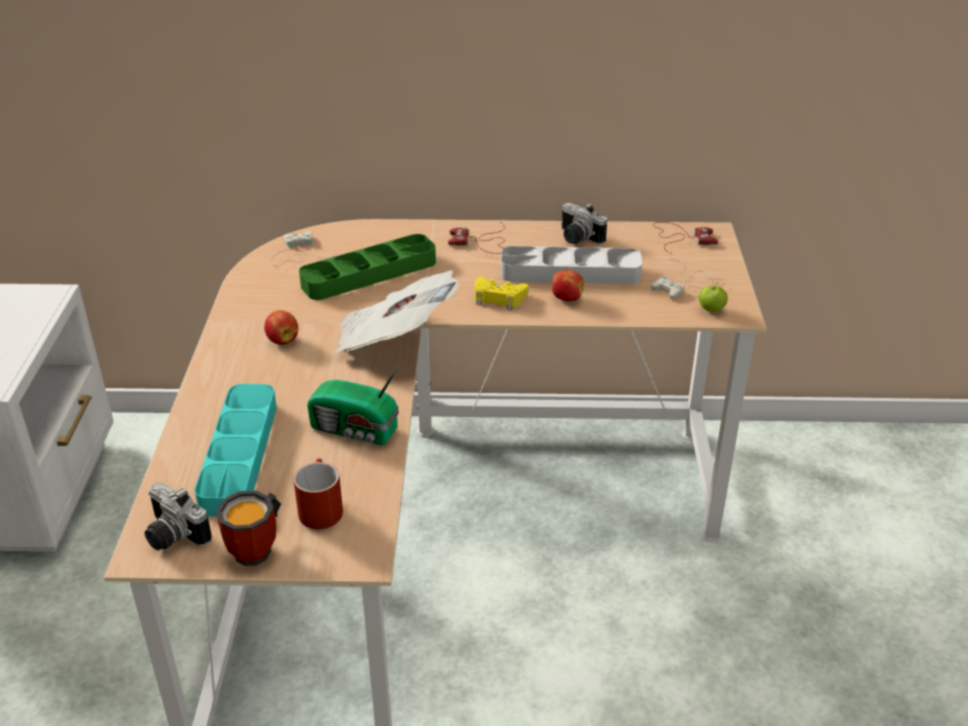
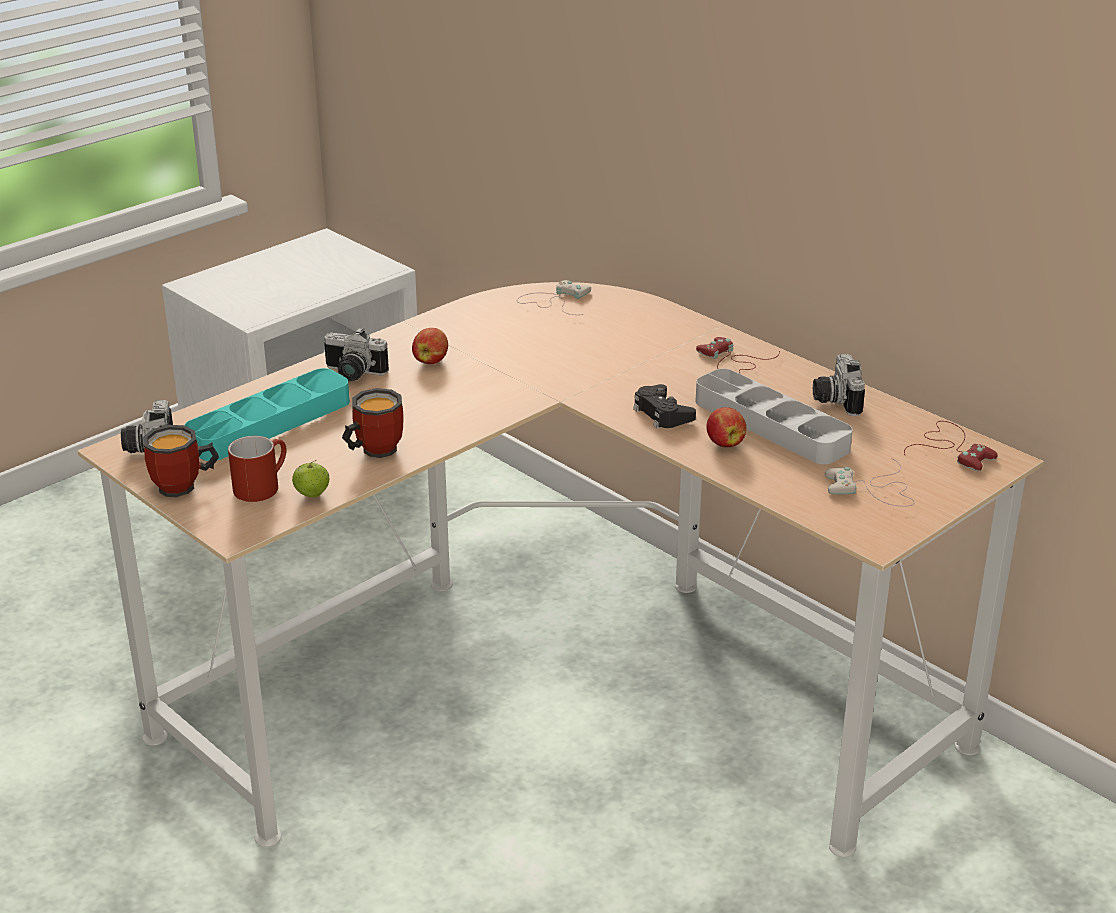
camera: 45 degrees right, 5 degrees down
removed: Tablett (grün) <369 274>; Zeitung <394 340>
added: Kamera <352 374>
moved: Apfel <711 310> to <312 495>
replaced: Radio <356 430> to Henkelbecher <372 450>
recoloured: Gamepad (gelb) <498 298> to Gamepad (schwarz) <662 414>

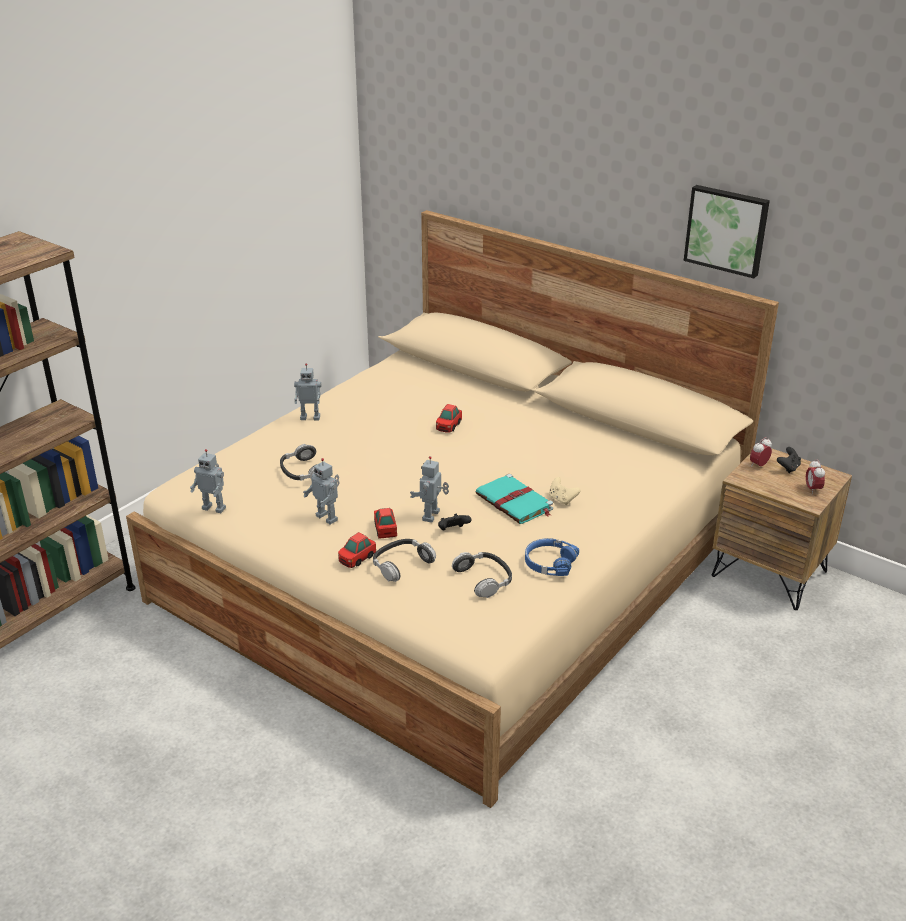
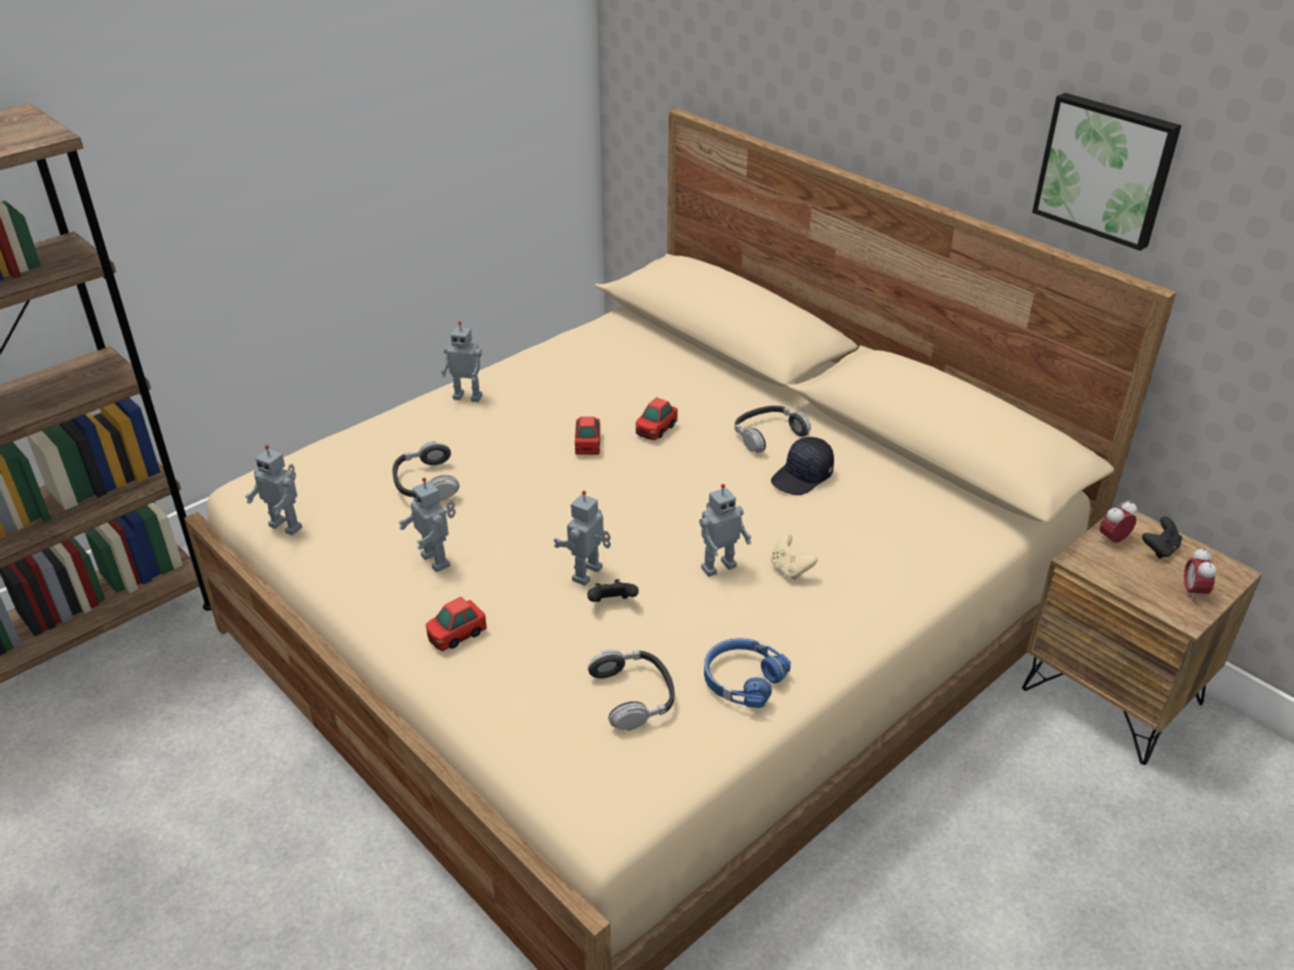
camera: 10 degrees right, 5 degrees up
added: Kappe (schwarz) <802 477>
moved: Spielzeugauto <385 529> to <588 443>; Kopfhörer <401 564> to <768 435>
replaced: Buch (türkis) <515 502> to Spielzeugroboter <717 566>

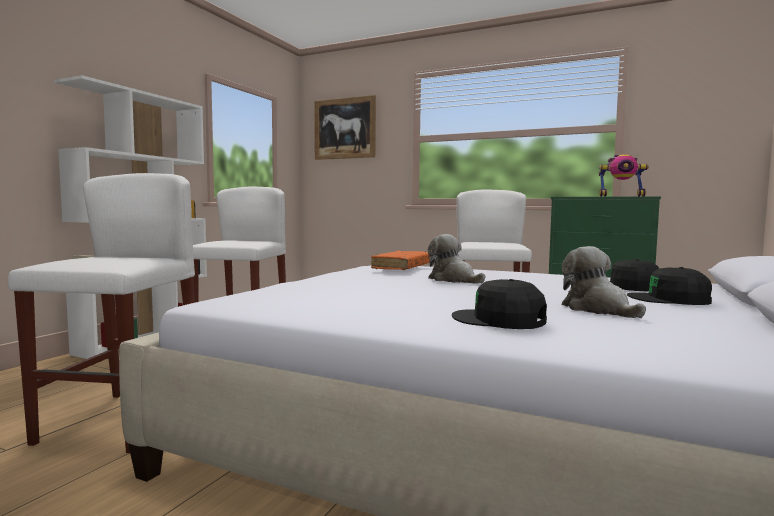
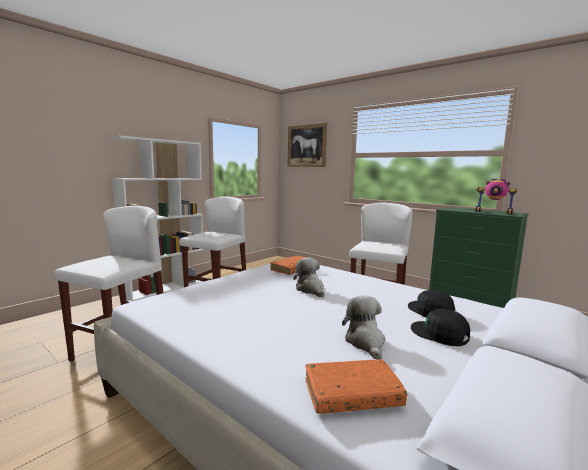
camera: 15 degrees right, 5 degrees up
removed: Kappe (schwarz) <499 320>
added: Buch (orange) <352 395>

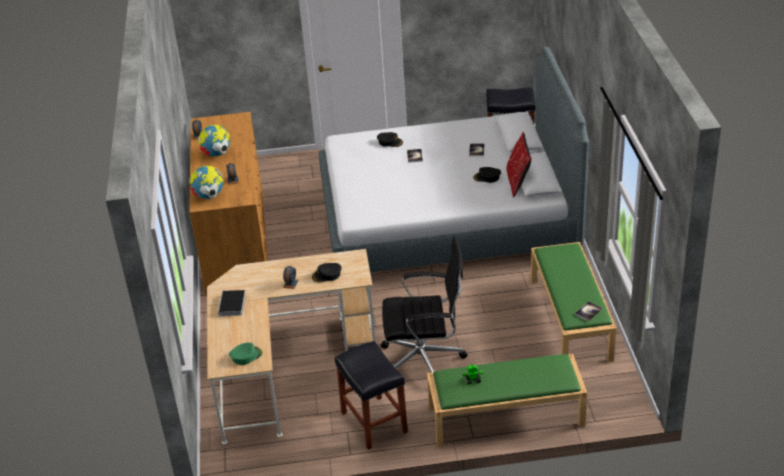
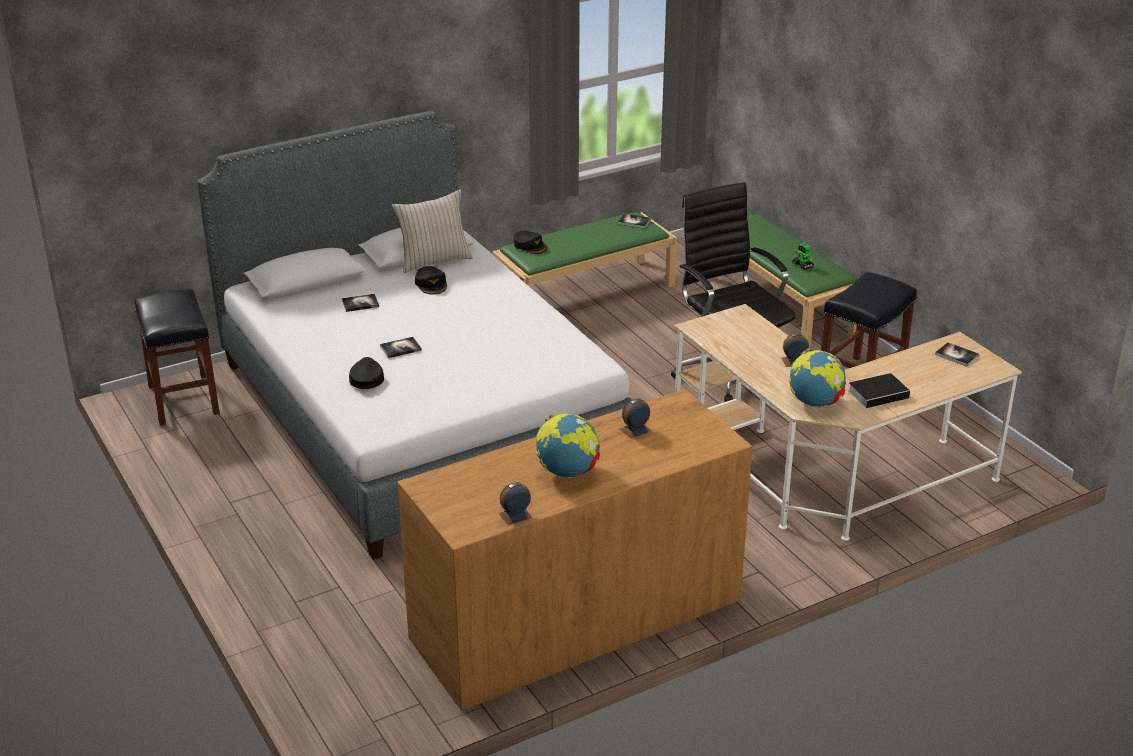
camera: 115 degrees left, 5 degrees down
moved: Globus <209 196> to <815 403>; Kappe (schwarz) <327 275> to <530 246>
replaced: Kappe (grün) <246 356> to Buch <957 355>
recoloured: Kissen (rot) <518 182> to Kissen (beige) <434 261>

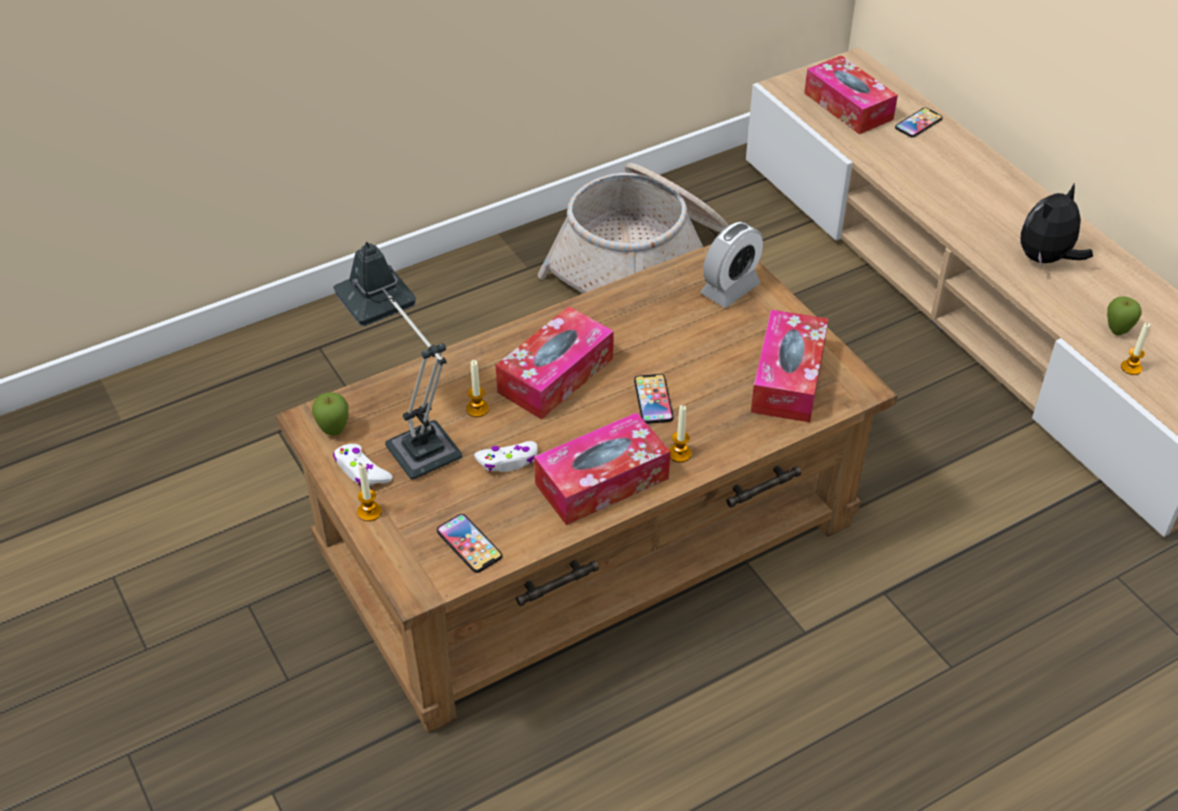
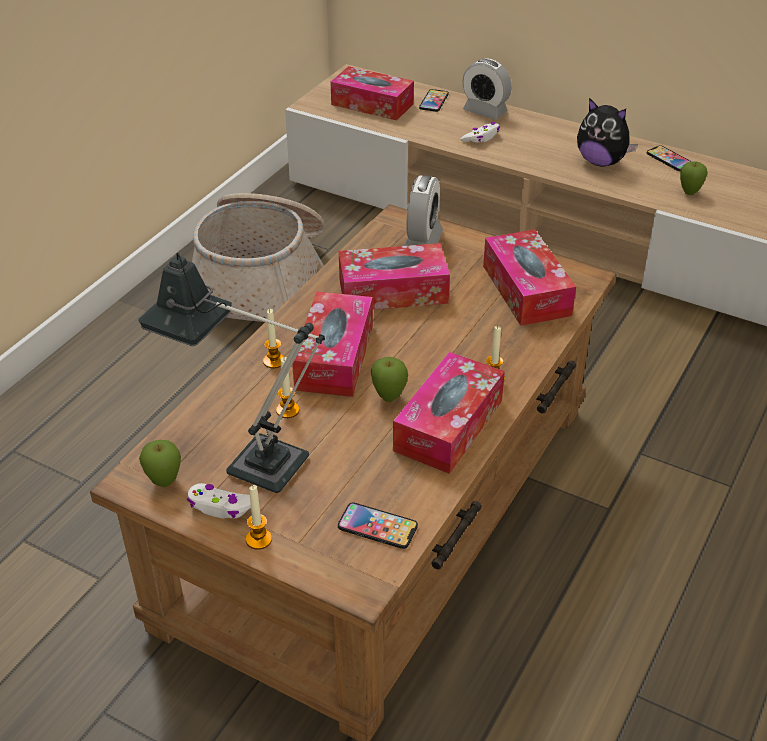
camera: 30 degrees left, 5 degrees down
added: Wecker <485 111>; Taschentuchbox <393 291>; Apfel <389 397>
moved: Kerze <1131 368> to <274 361>; Handy <653 400> to <669 159>; Gamepad (weiß) <508 461> to <481 137>
turned: Plüschtier <1046 259> = <601 162> 75 degrees counterclockwise

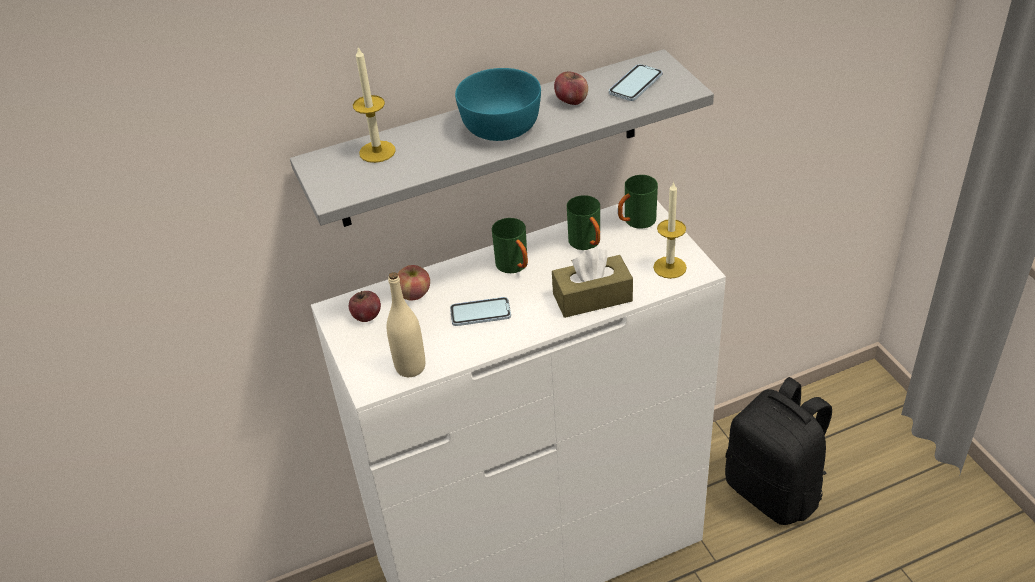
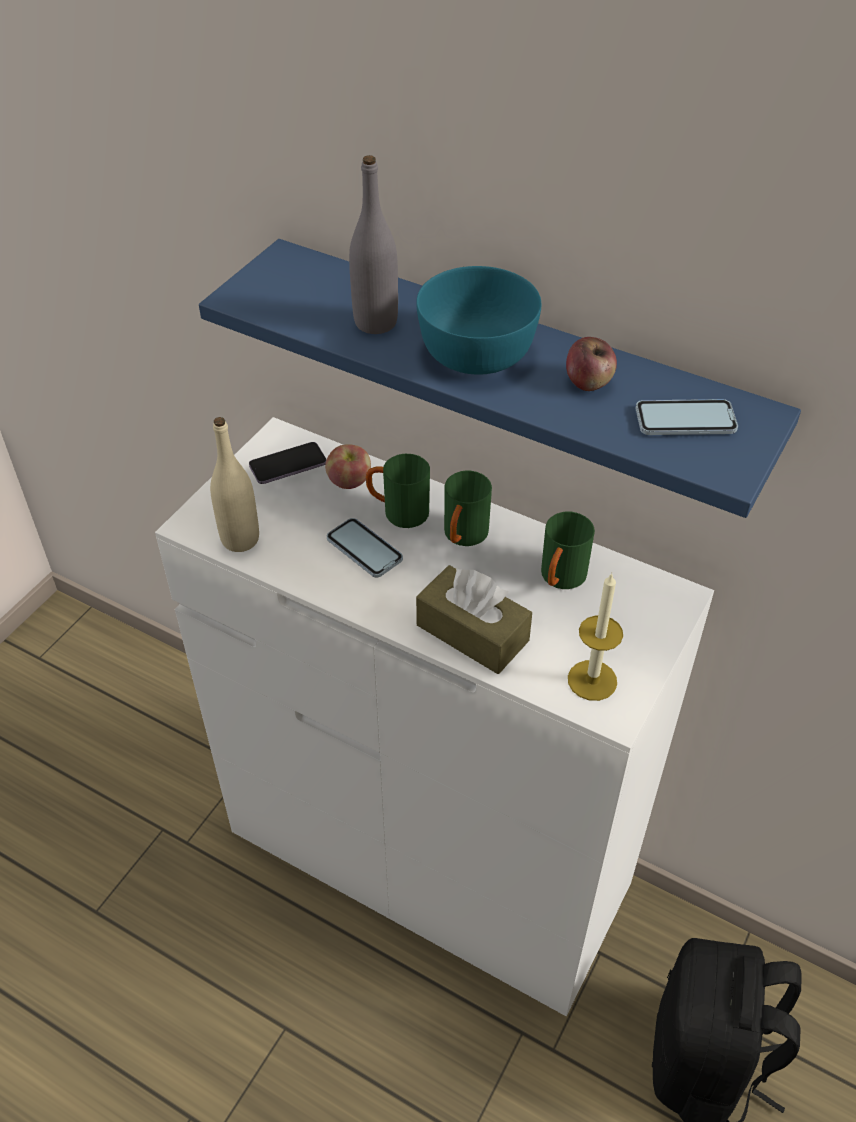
camera: 50 degrees right, 5 degrees up
removed: Kerze <377 151>
added: Flasche (grau) <375 322>
moved: Henkelbecher (grün) <635 222> to <398 512>
replaced: Apfel <366 316> to Handy <288 465>
recoloured: Wandregal (grau) <489 140> to Wandregal (blau) <513 371>

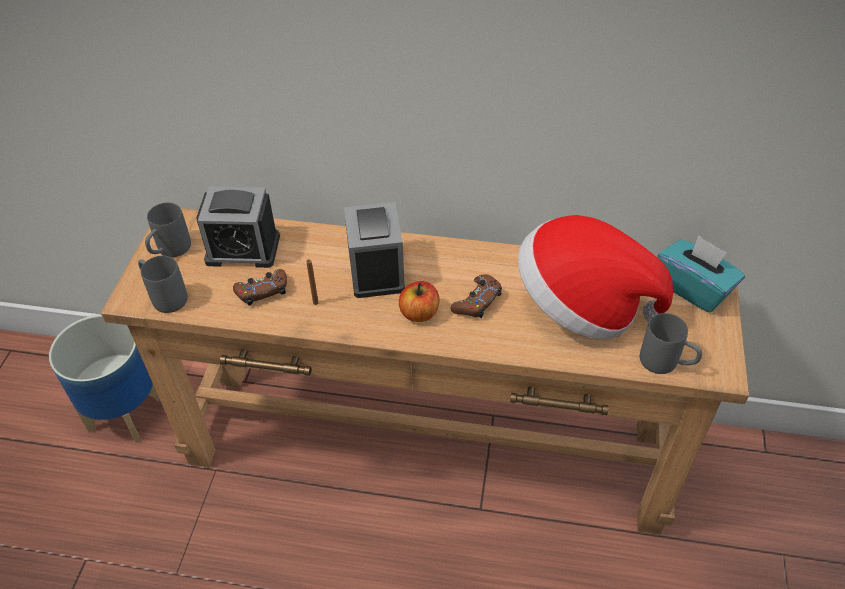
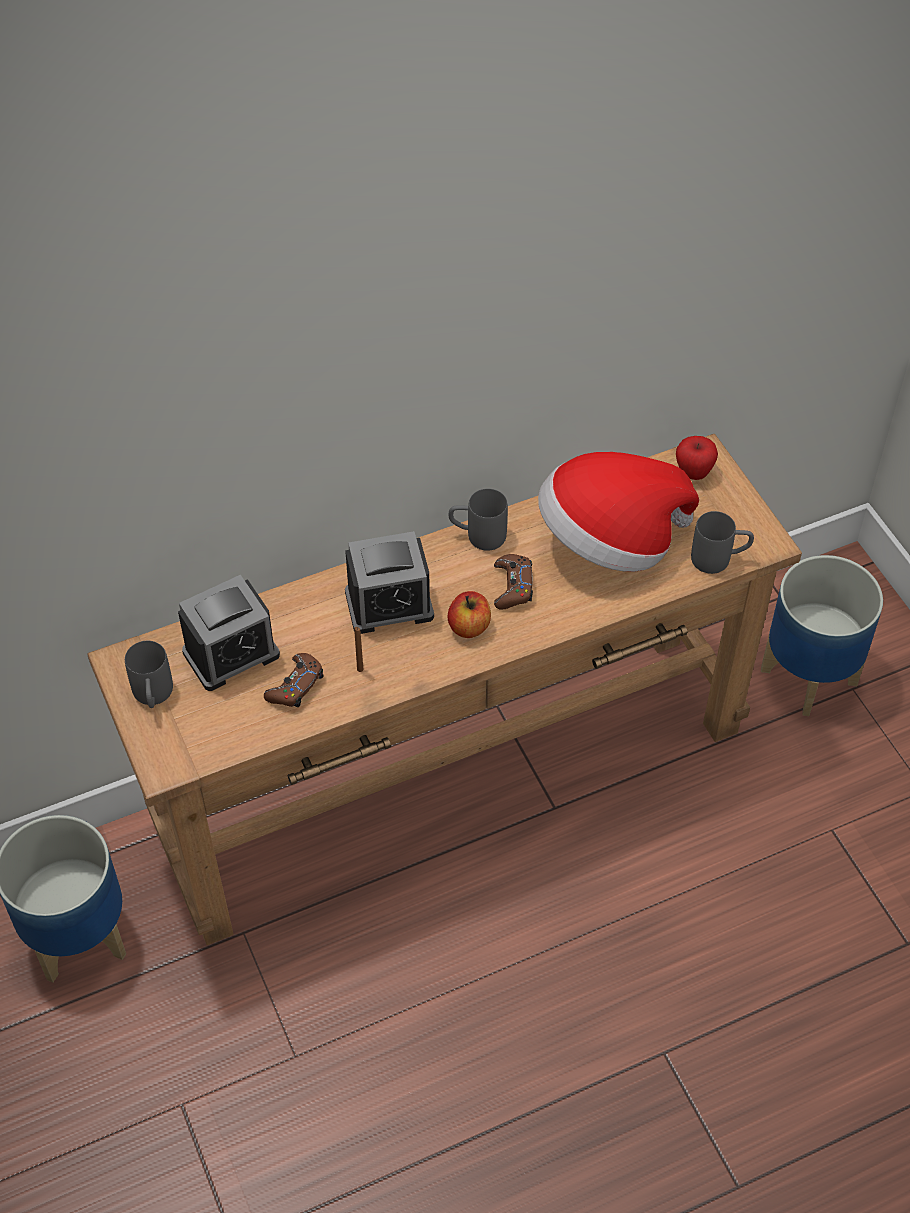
camera: 35 degrees left, 5 degrees up
added: Pflanzkübel <810 677>
moved: Henkelbecher (grau) <164 296> to <477 535>
replaced: Taschentuchbox (türkis) <693 288> to Apfel <693 473>
turned: Wecker <376 270> = <389 604> 120 degrees clockwise

